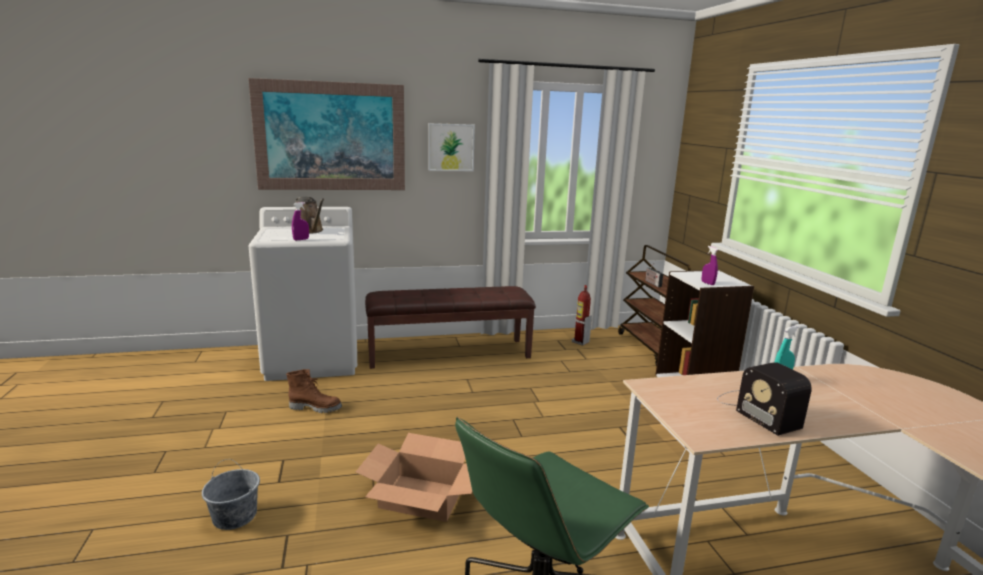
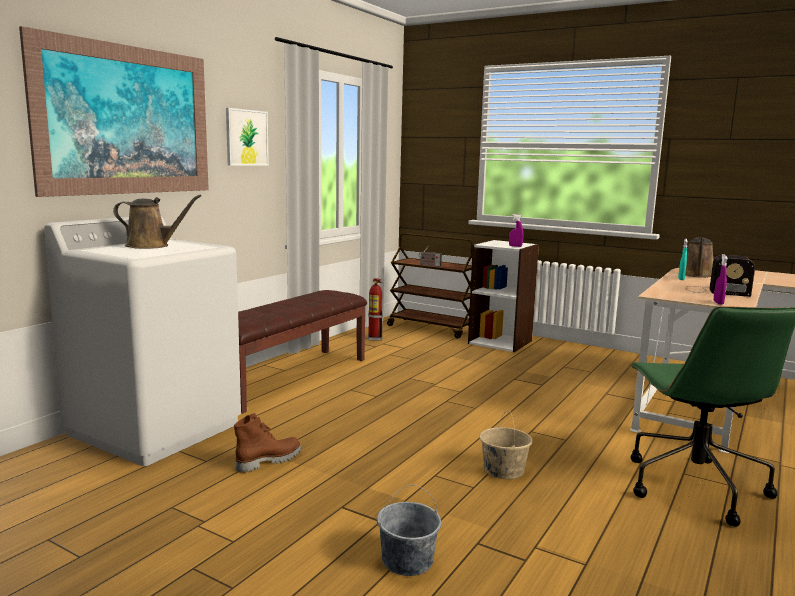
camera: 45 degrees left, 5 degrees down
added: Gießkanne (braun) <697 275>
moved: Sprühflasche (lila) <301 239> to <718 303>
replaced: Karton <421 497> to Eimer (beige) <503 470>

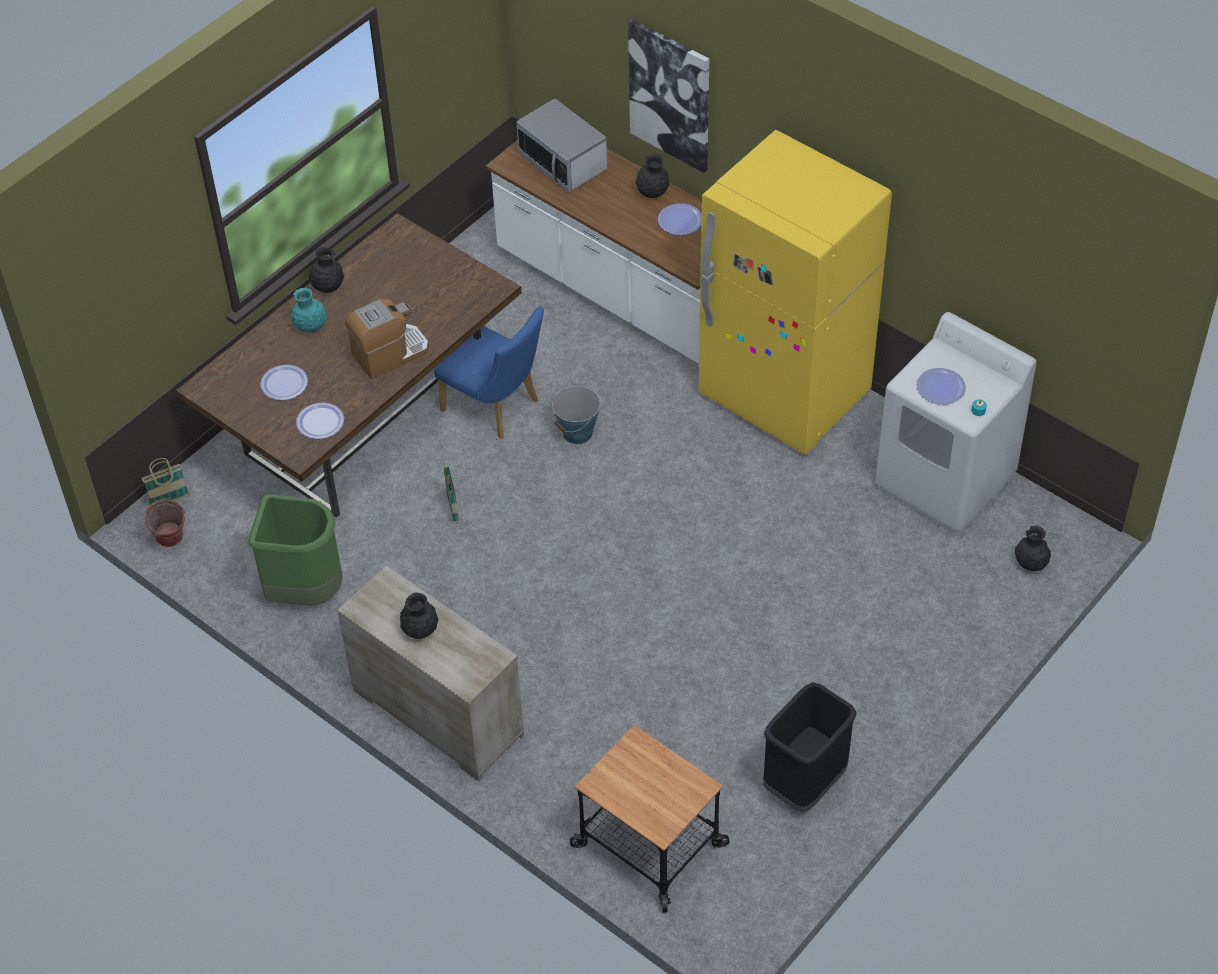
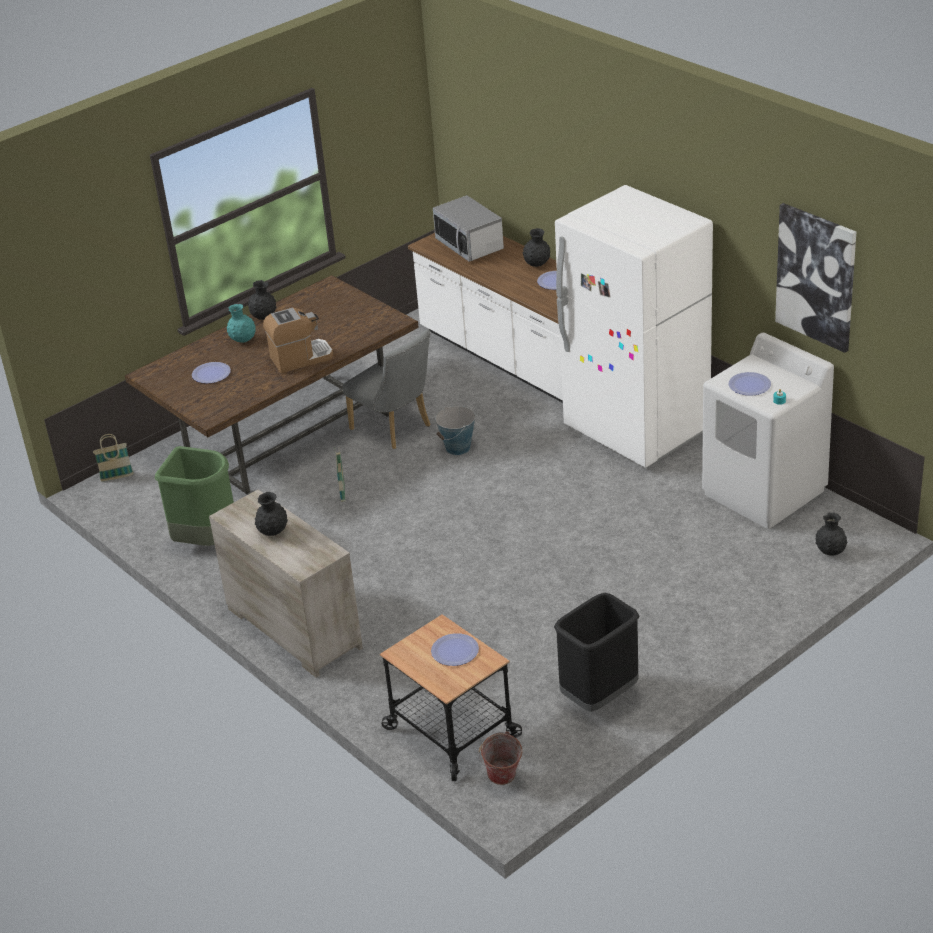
camera: 10 degrees right, 15 degrees down
moved: Bild <670 95> to <816 277>; Teller <320 422> to <454 651>; Eimer <170 542> to <502 780>
recoloured: Kühlschrank (gelb) <784 396> to Kühlschrank (weiß) <636 430>; Stuhl (blau) <496 408> to Stuhl (grau) <395 429>

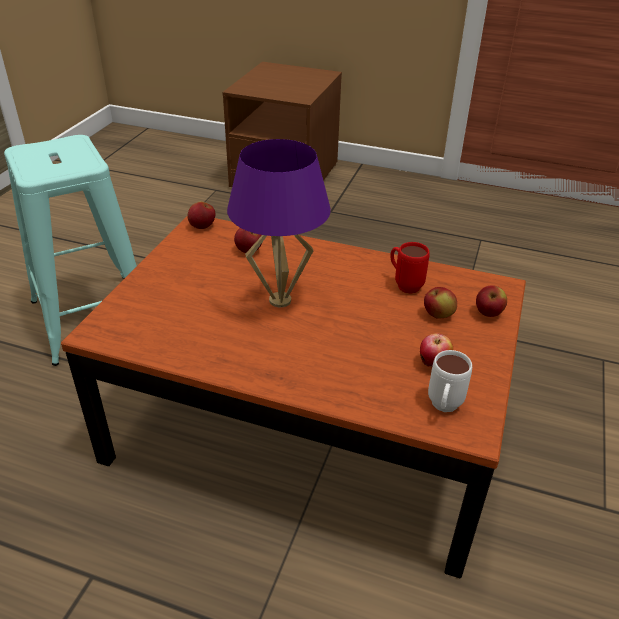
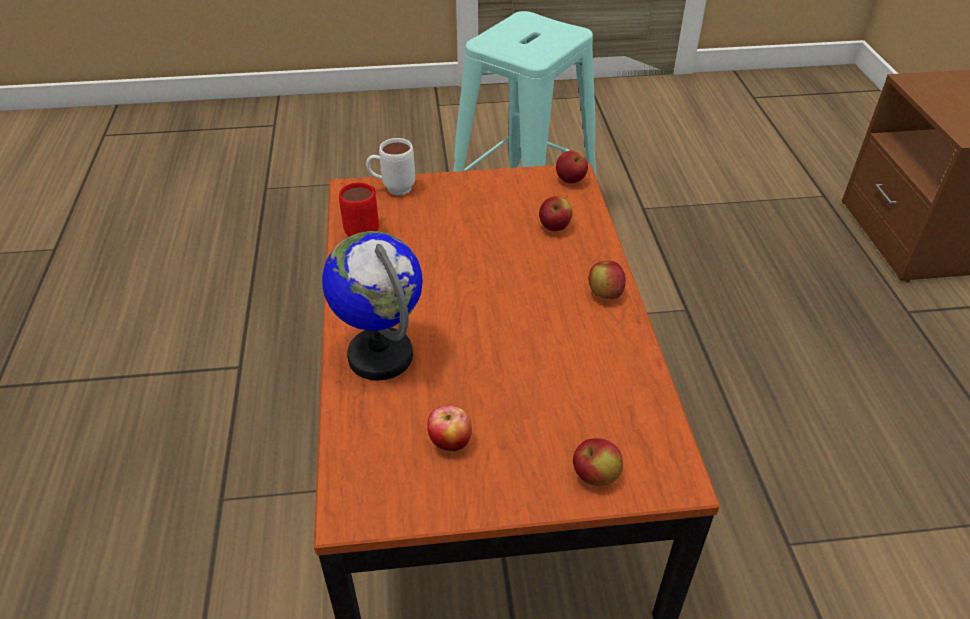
camera: 65 degrees right, 5 degrees up
removed: Tischlampe (lila) <280 301>
added: Globus <381 355>
moved: Henkelbecher (rot) <404 284> to <366 232>; Apfel <438 315> to <605 294>; Henkelbecher (weiß) <443 408> to <392 189>

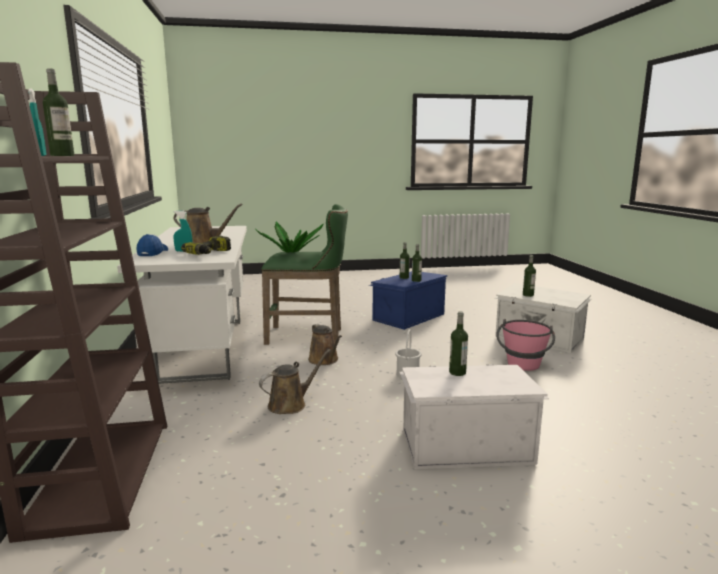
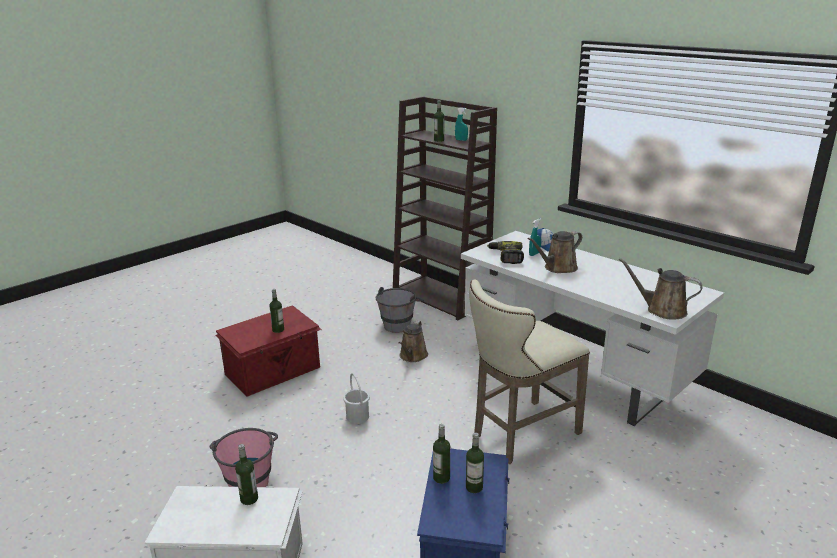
camera: 145 degrees right, 10 degrees up
removed: Topfpflanze <291 252>
added: Eimer (grau) <400 323>
moved: Gießkanne (braun) <325 360> to <662 310>
recoloured: Hocker (grün) <309 336> to Hocker (beige) <520 434>; Aufbewahrungsbox (weiß) <464 445> to Aufbewahrungsbox (rot) <274 371>

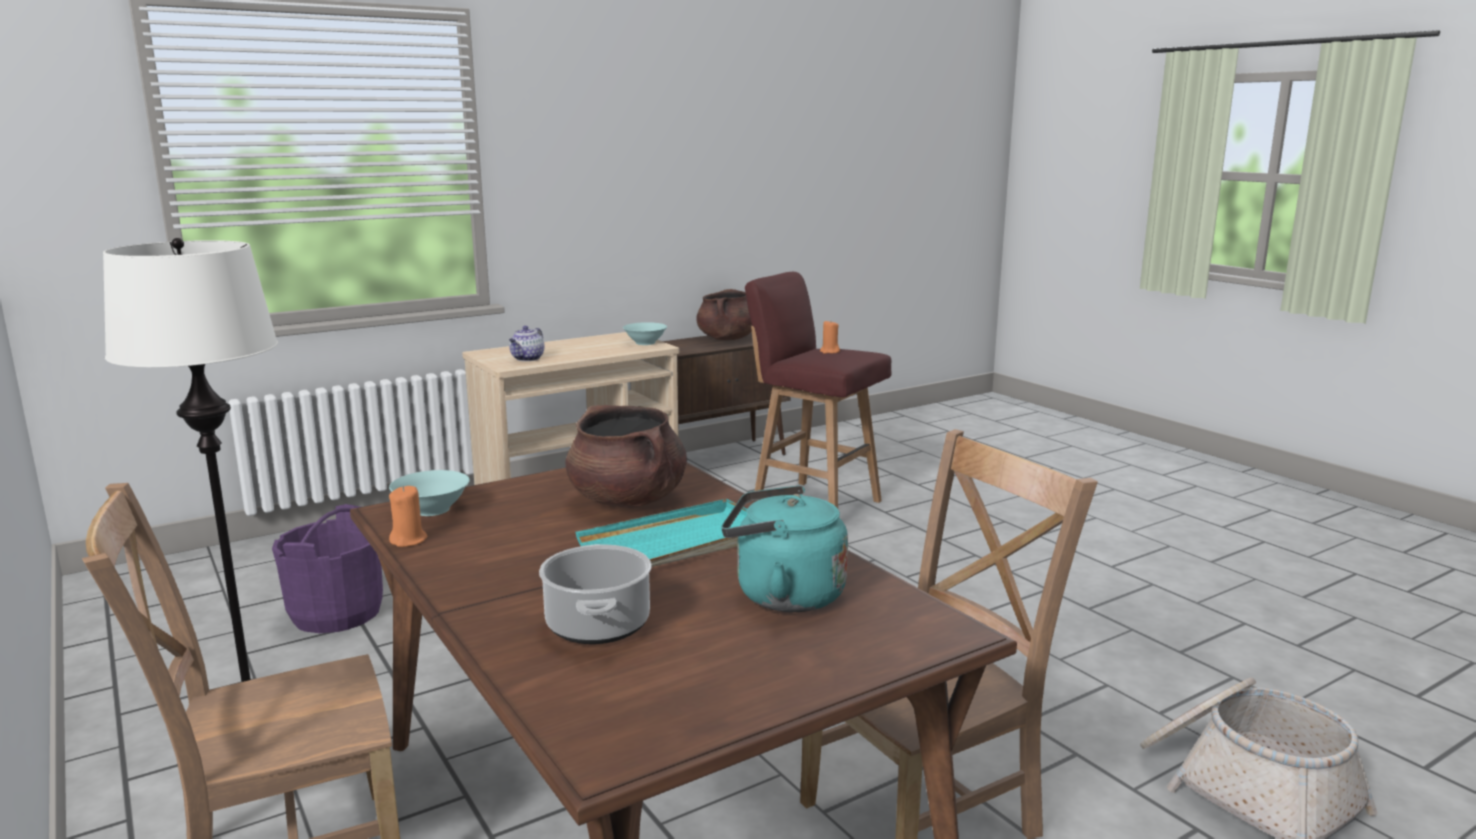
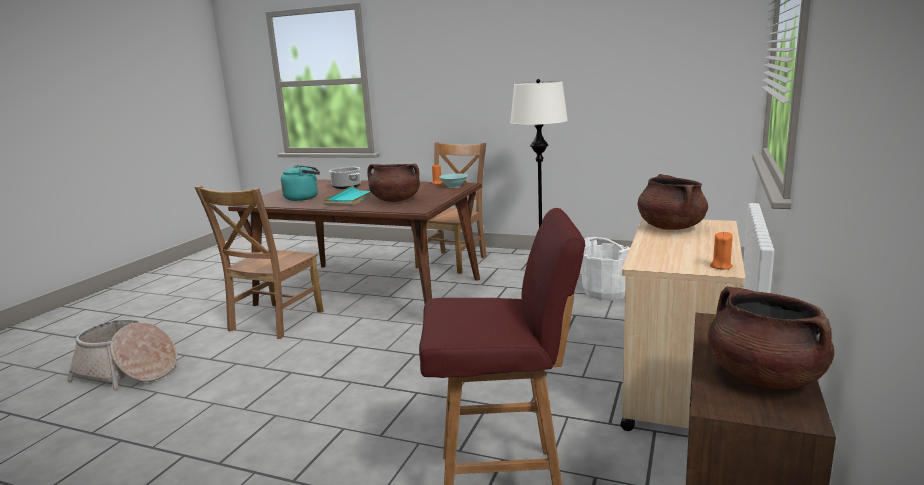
camera: 145 degrees right, 0 degrees up
removed: Schüssel (türkis) <645 343>
moved: Kerze (orange) <829 351> to <720 266>
replaced: Teekanne <527 359> to Kochtopf (braun) <670 227>
recoloured: Eimer (lila) <336 613> to Eimer (weiß) <606 292>

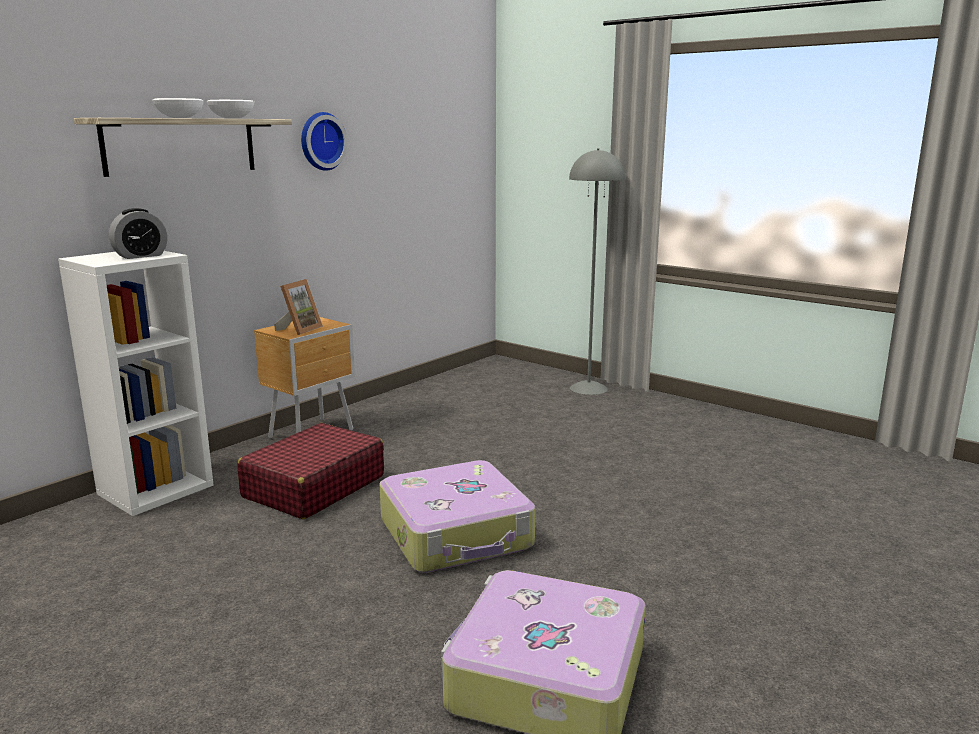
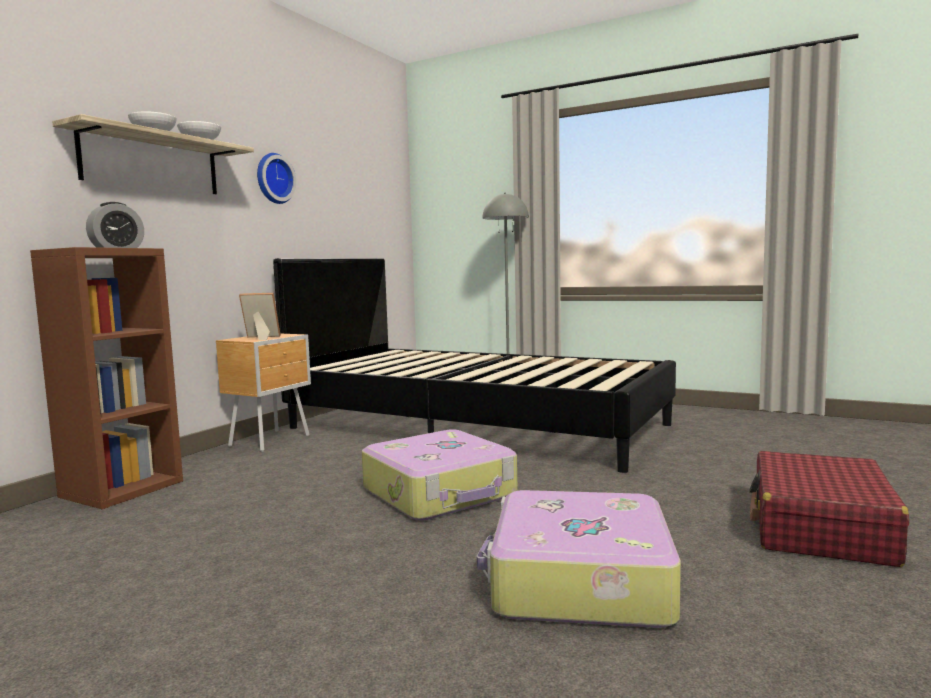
camera: 10 degrees left, 10 degrees down
added: Bett (schwarz) <474 426>
moved: Koffer (rot) <313 487> to <820 528>
recoloured: Bücherregal (weiß) <156 489> to Bücherregal (braun) <122 488>
turned: Bilderrahmen <299 330> = <260 338> 105 degrees counterclockwise

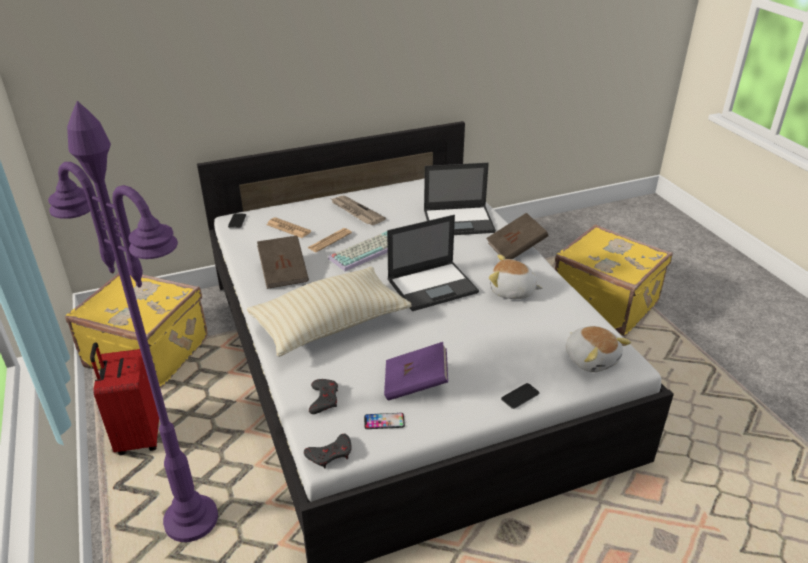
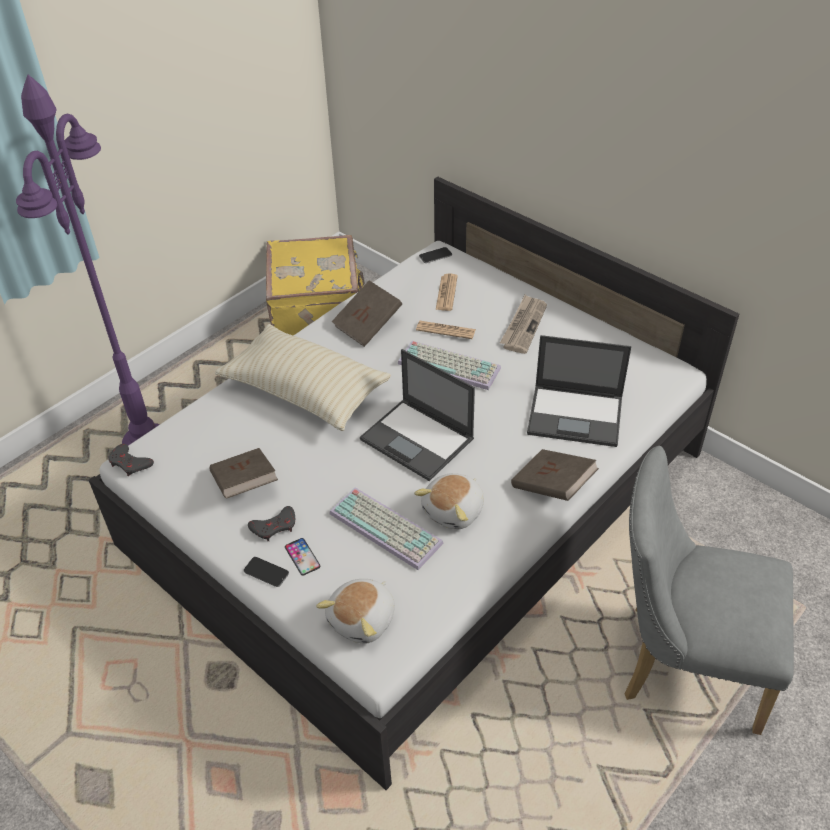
camera: 65 degrees right, 10 degrees up
removed: Koffer (rot) <138 436>
added: Tastatur <388 527>
moved: Gamepad (grau) <324 399> to <274 527>; Handy <384 421> to <302 557>
replaced: Koffer (gelb) <604 302> to Stuhl (grau) <681 662>
recoloured: Buch (lila) <415 384> to Buch (braun) <245 485>
turned: Laptop <459 221> = <576 415> 45 degrees counterclockwise; Plüschtier <512 291> = <454 511> 135 degrees counterclockwise

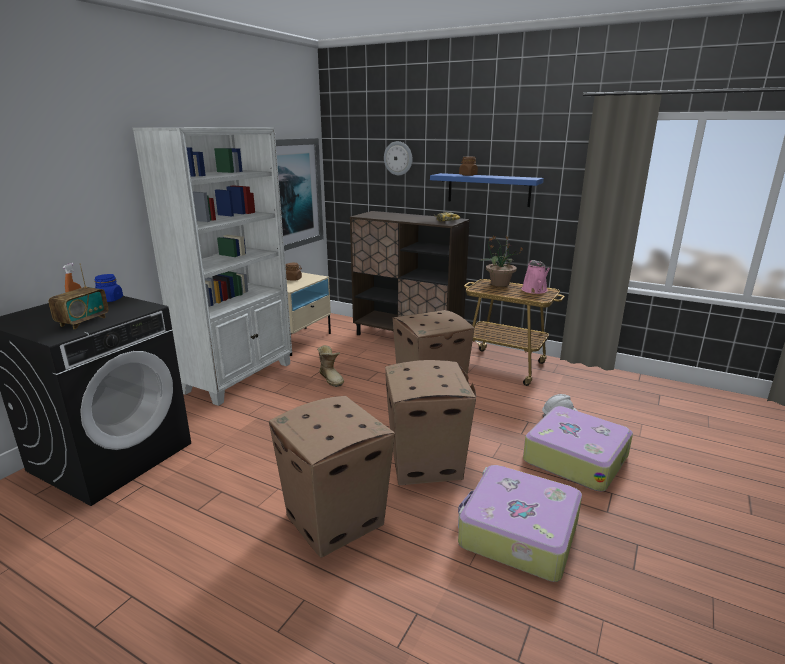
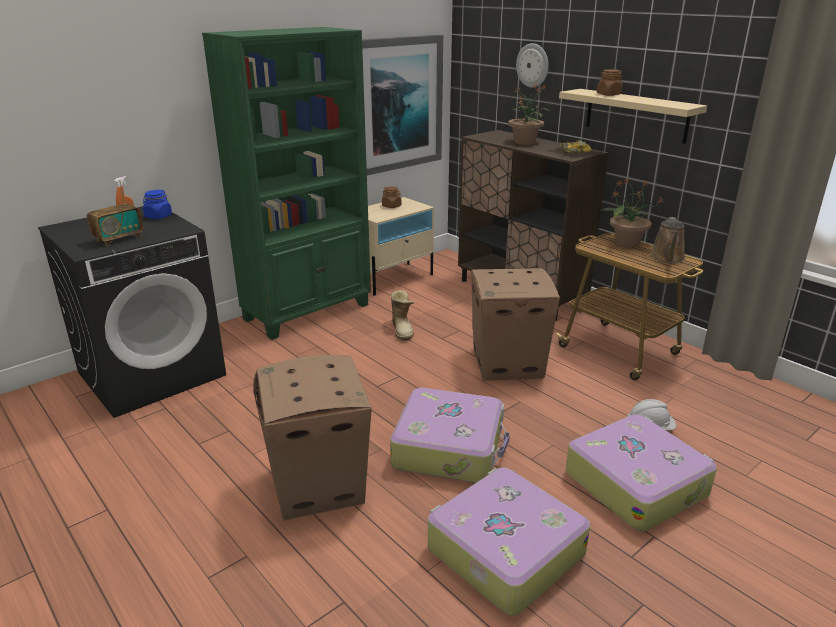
camera: 20 degrees right, 5 degrees up
added: Topfpflanze <525 142>
replaced: Karton <426 462> to Koffer <450 447>
recoloured: Bücherregal (weiß) <240 377> to Bücherregal (grün) <308 312>; Wandregal (blau) <488 189> to Wandregal (beige) <636 115>; Gießkanne (rosa) <535 290> to Gießkanne (braun) <667 258>

